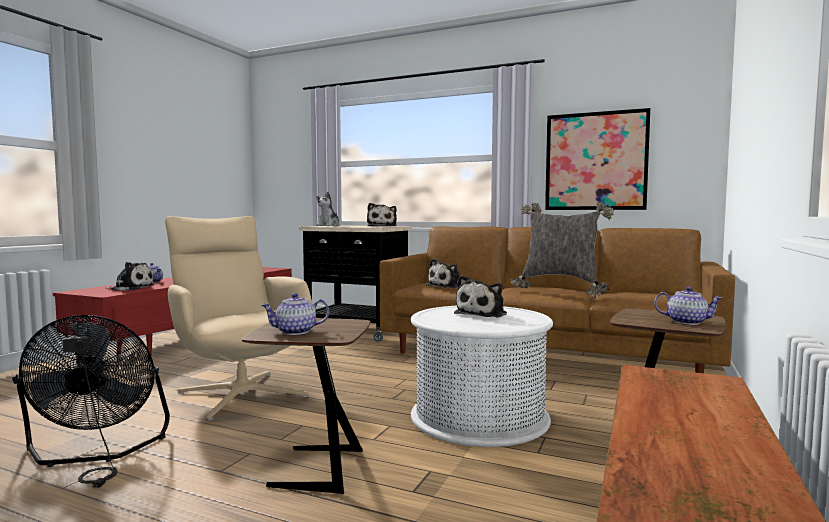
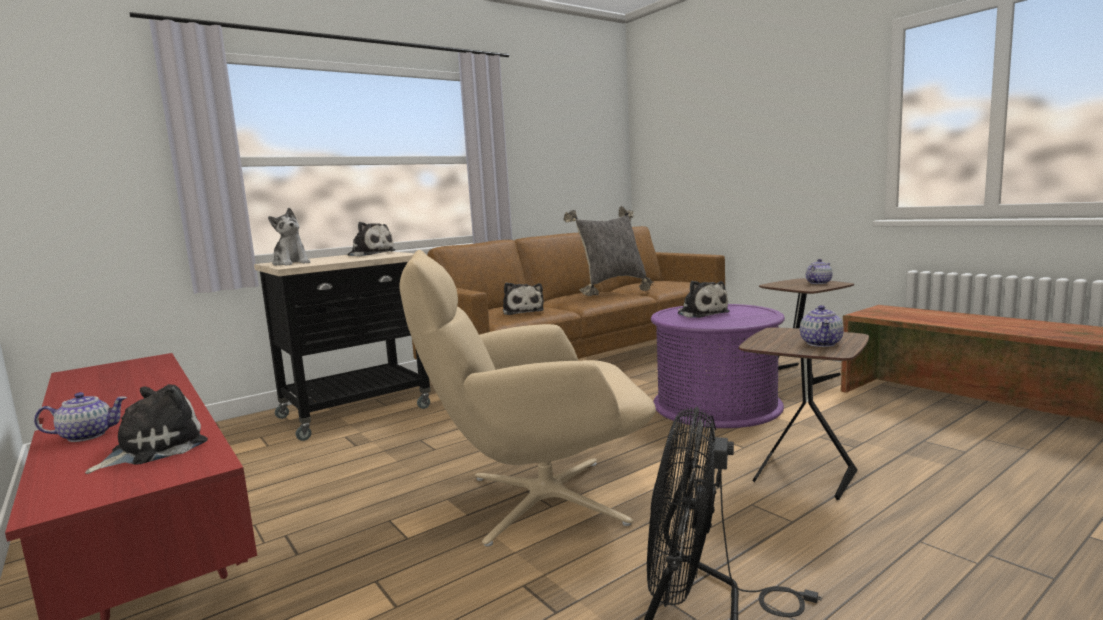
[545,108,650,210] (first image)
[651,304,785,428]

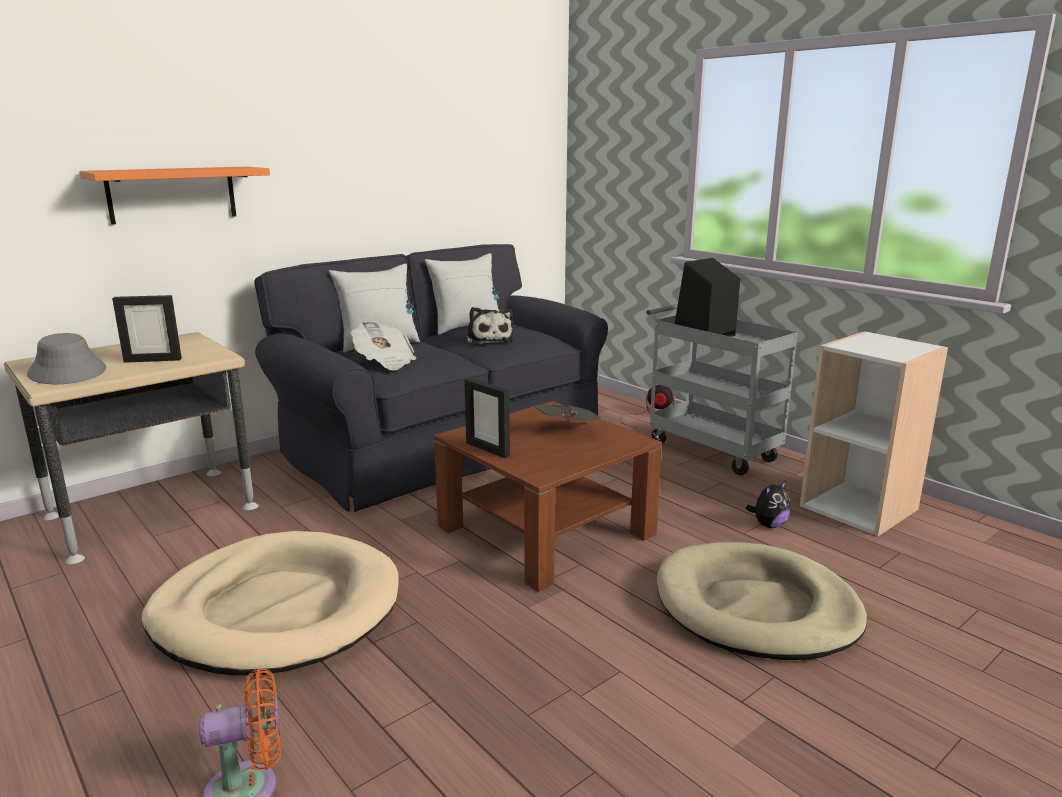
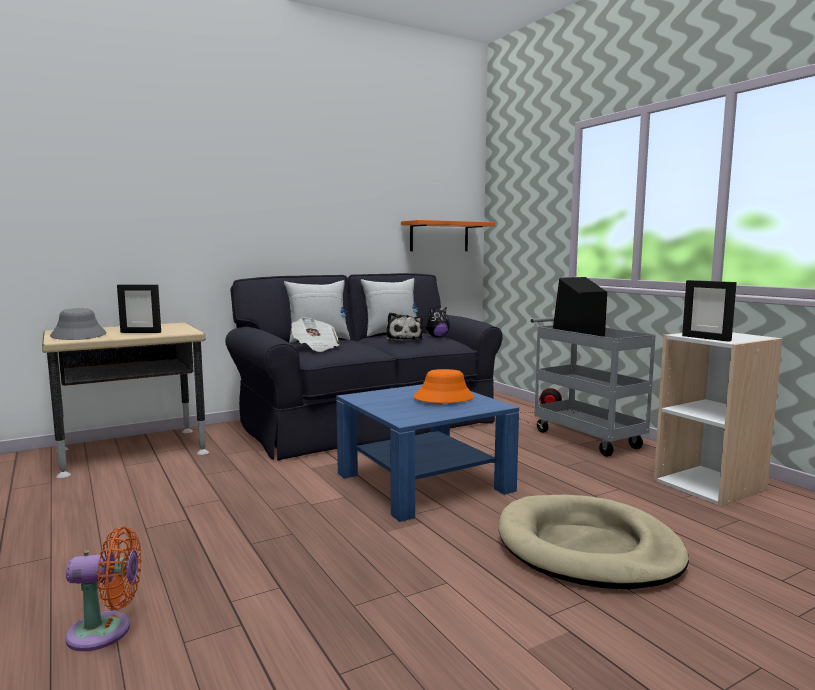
[142,531,399,675] (first image)
[401,220,495,251]
[682,280,737,342]
[426,307,450,337]
[413,369,474,403]
[336,384,519,522]

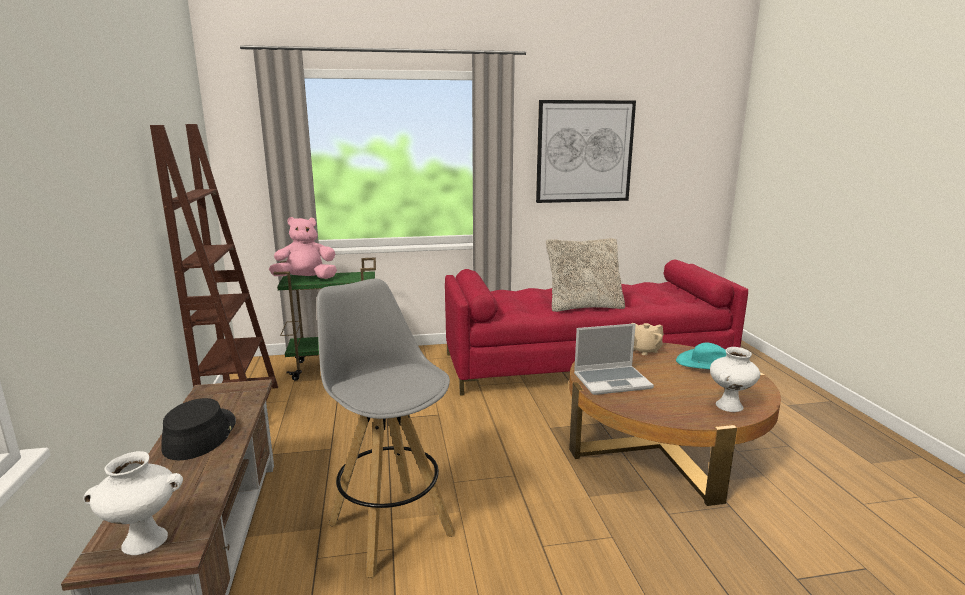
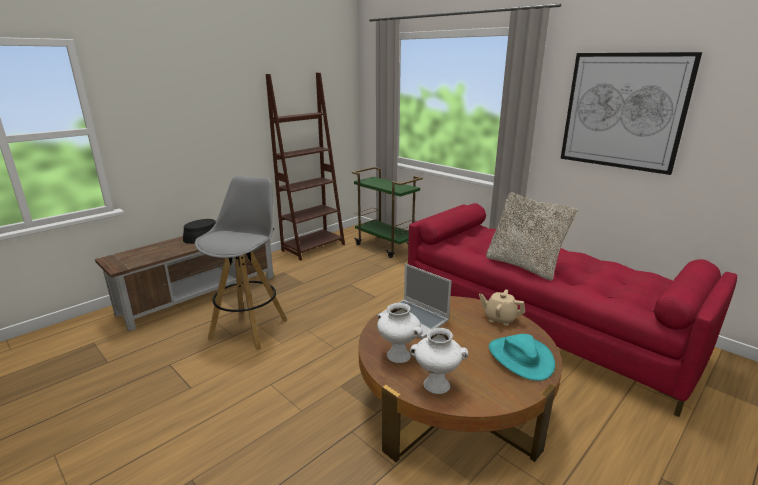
[269,217,337,279] (first image)
[377,303,423,363]

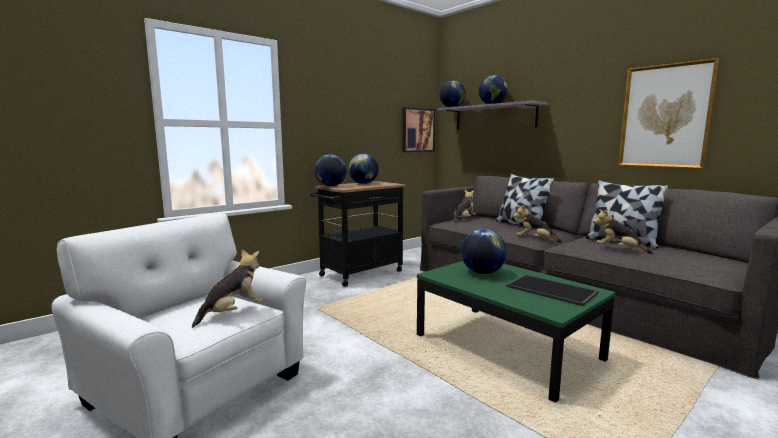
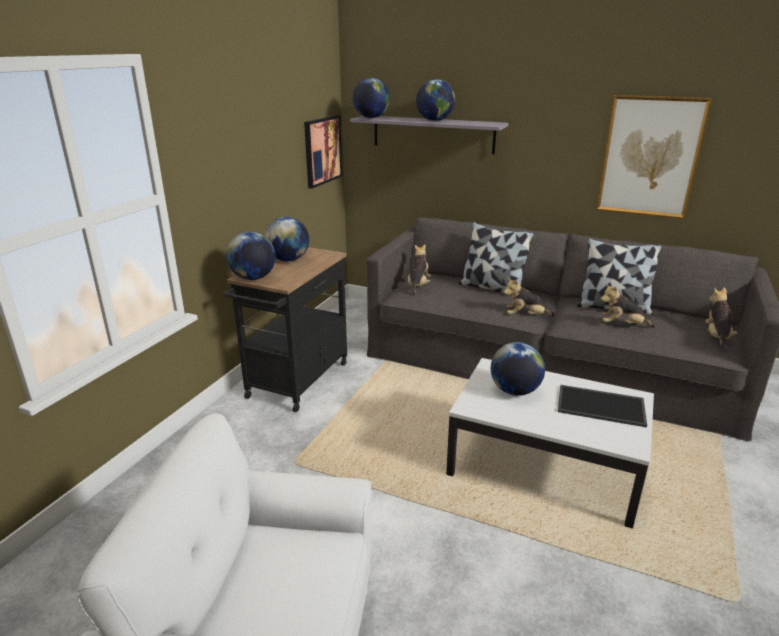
[706,287,737,353]
[446,358,654,529]

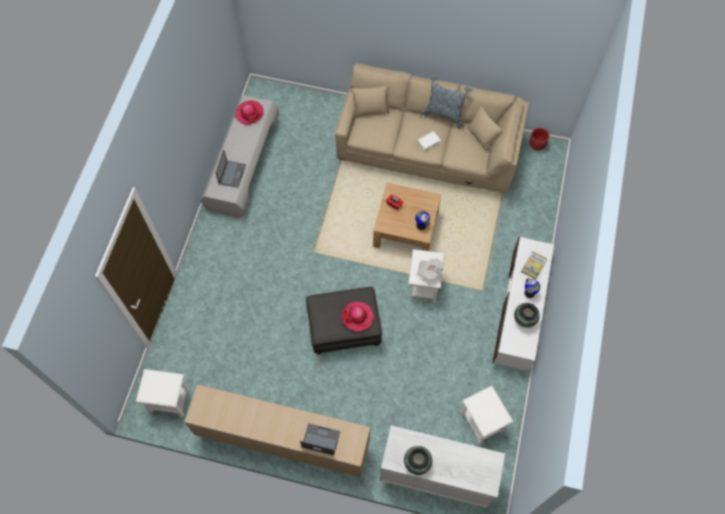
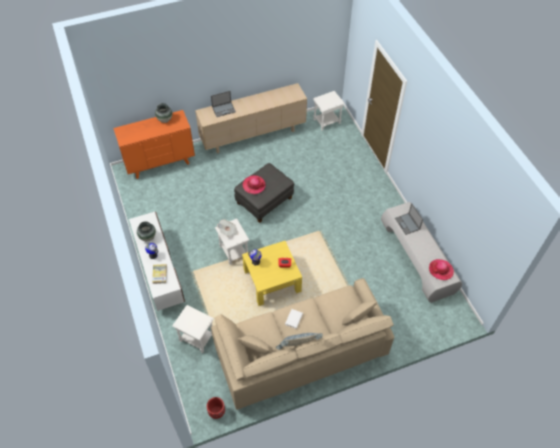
[172,305,214,353]
[242,241,302,306]
[113,110,195,179]

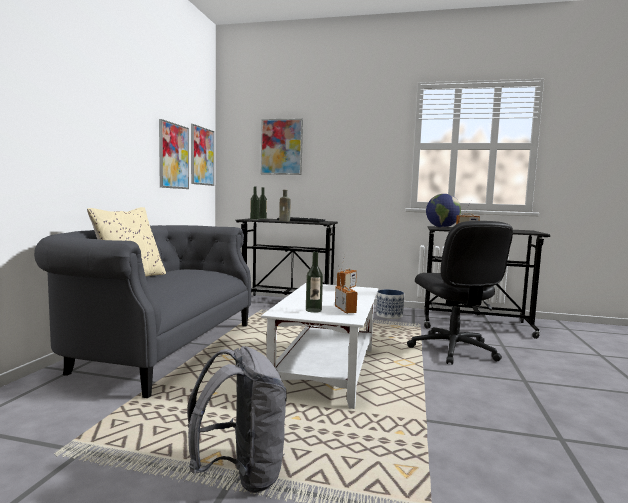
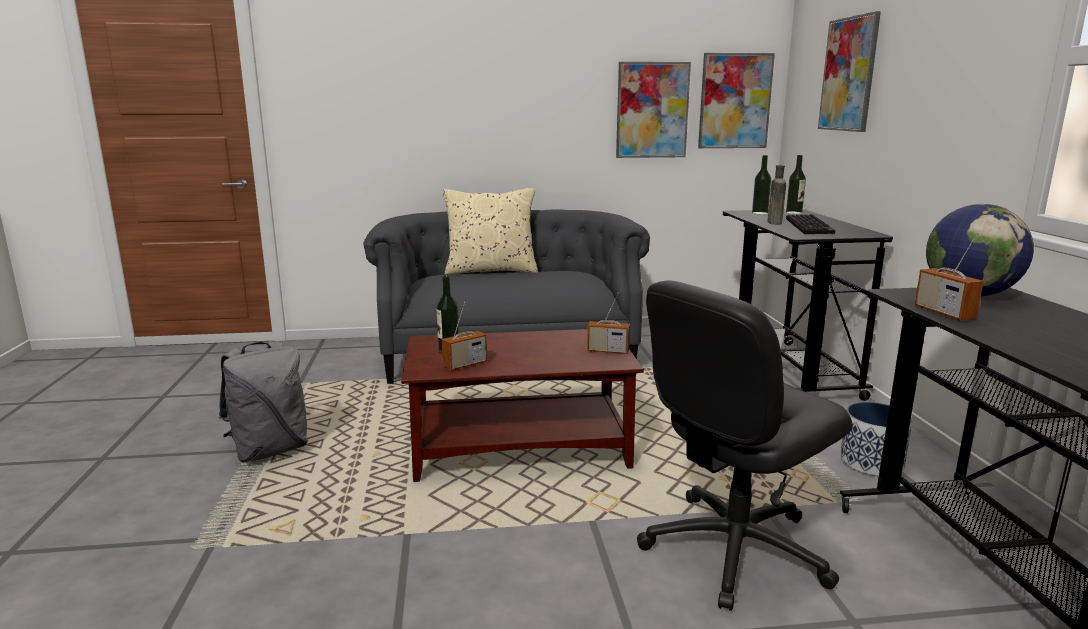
[401,329,644,482]

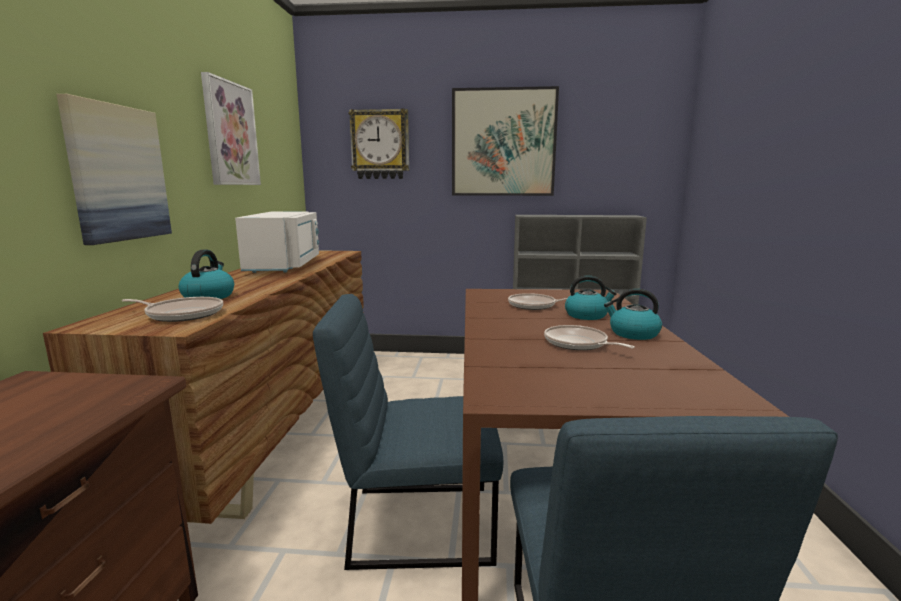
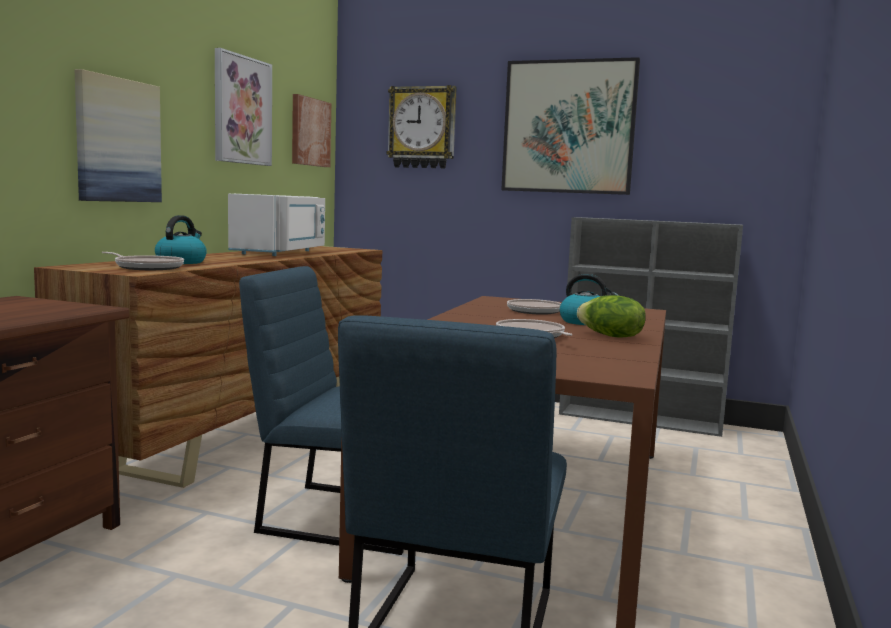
[292,94,331,167]
[577,295,646,338]

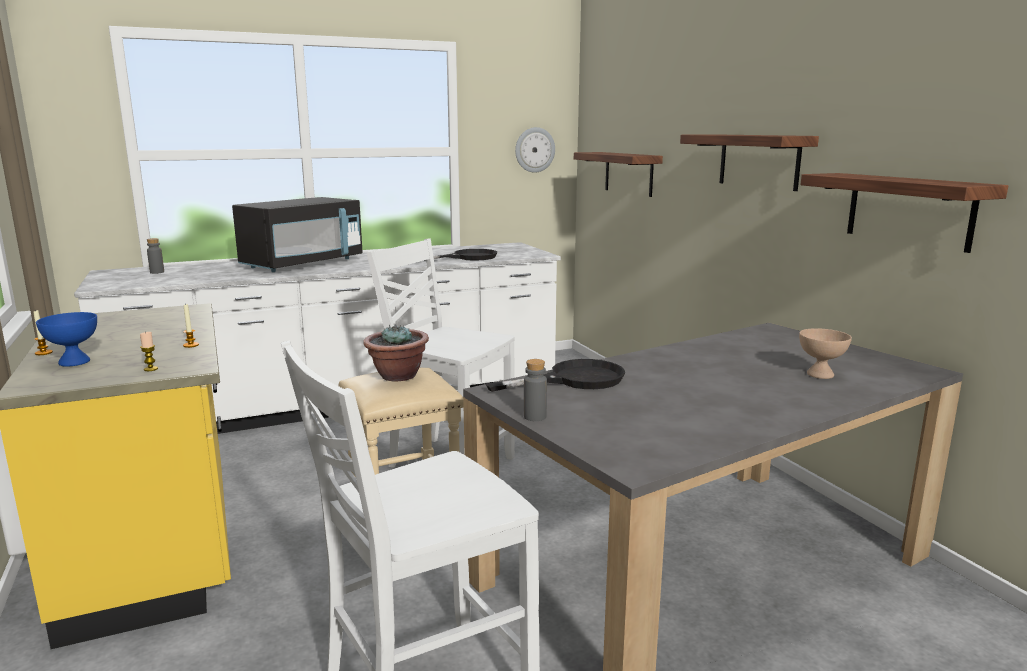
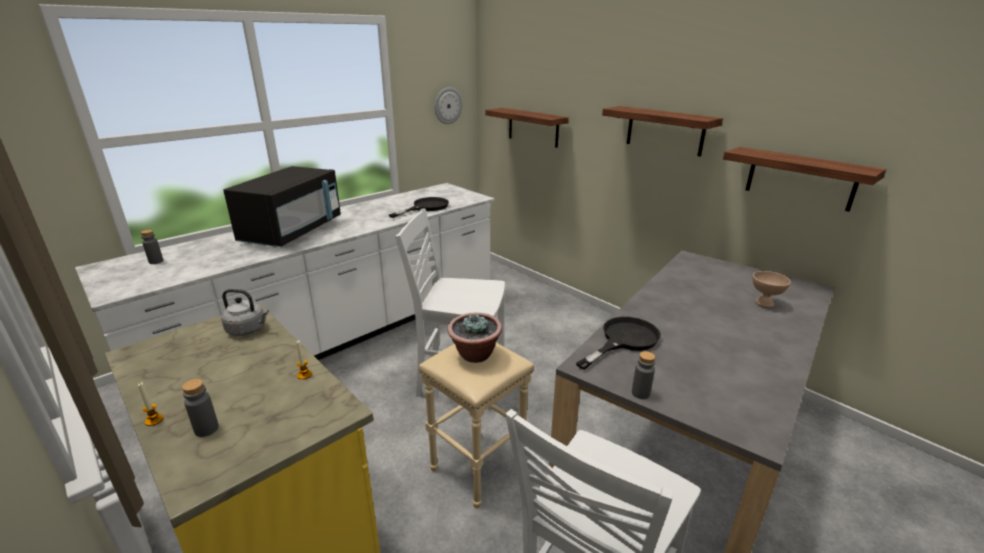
[140,332,158,371] (first image)
[221,289,269,336]
[182,379,219,437]

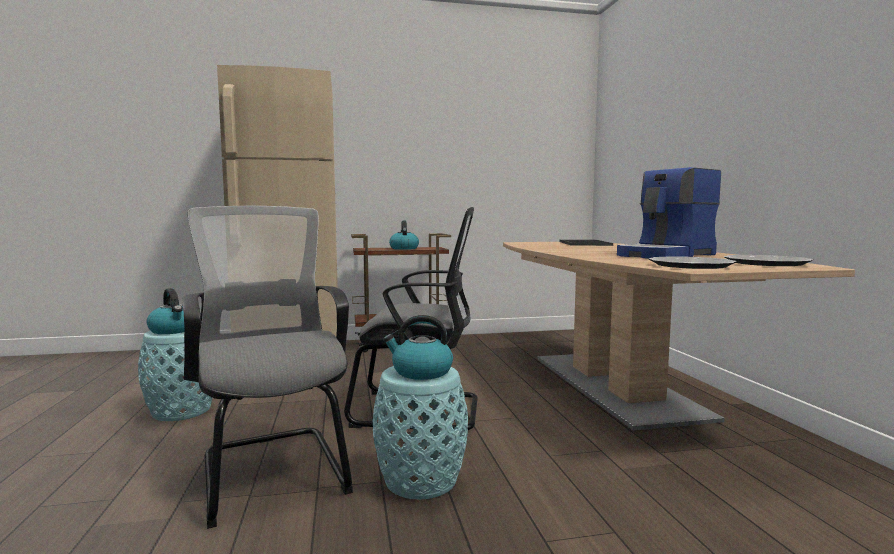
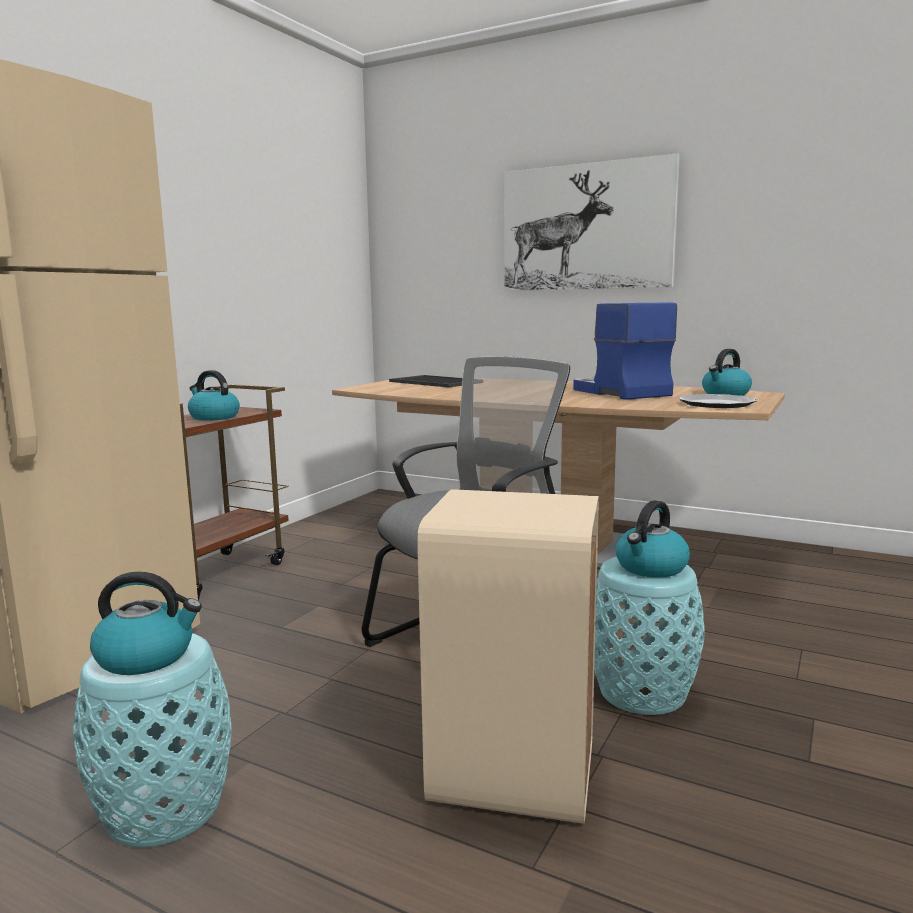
[504,154,680,291]
[417,489,599,824]
[702,349,752,396]
[573,303,677,400]

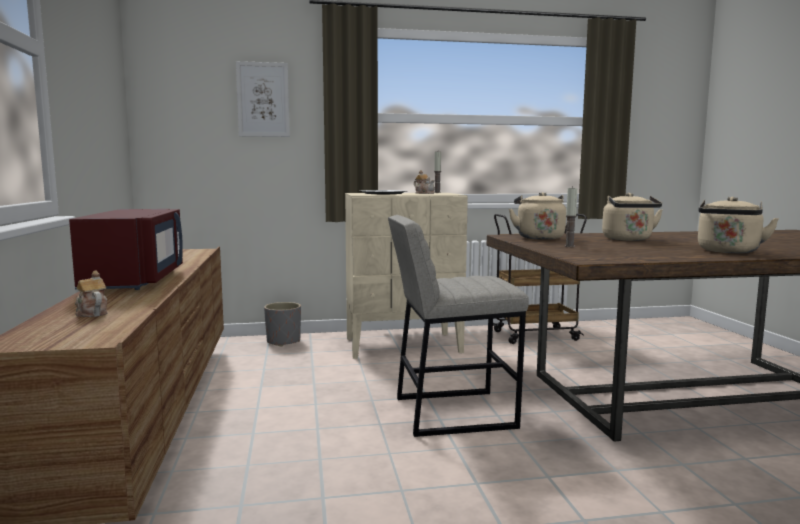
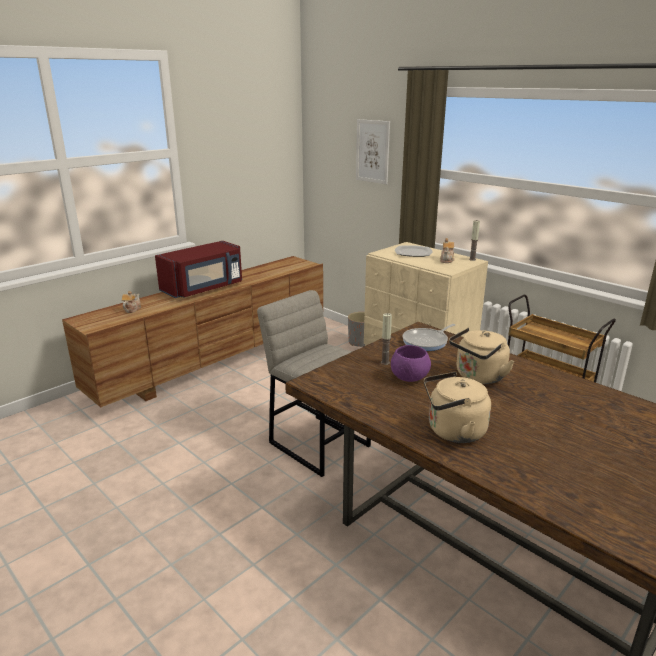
[391,345,431,382]
[402,324,455,351]

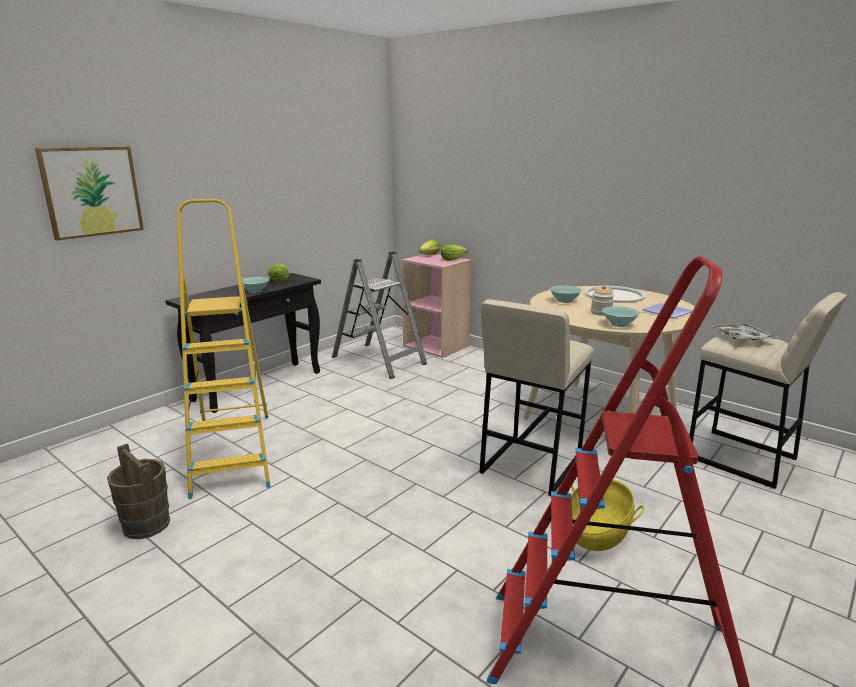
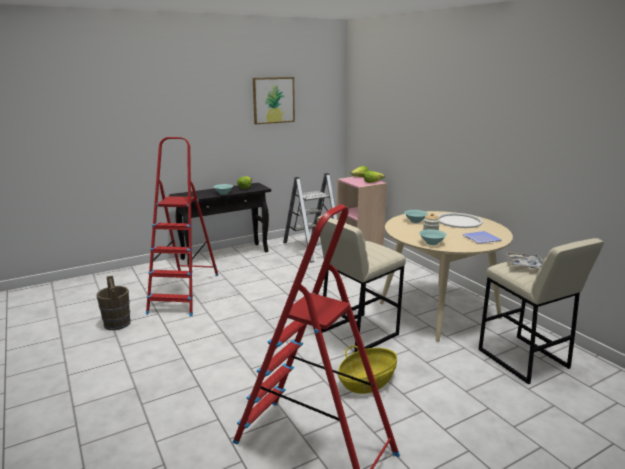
[253,77,295,125]
[146,137,218,317]

